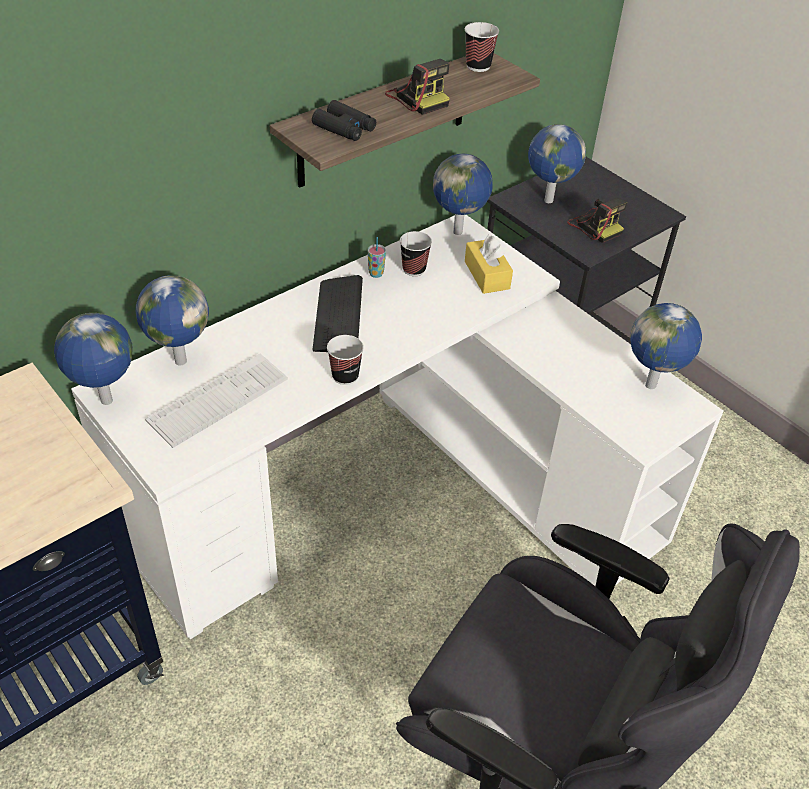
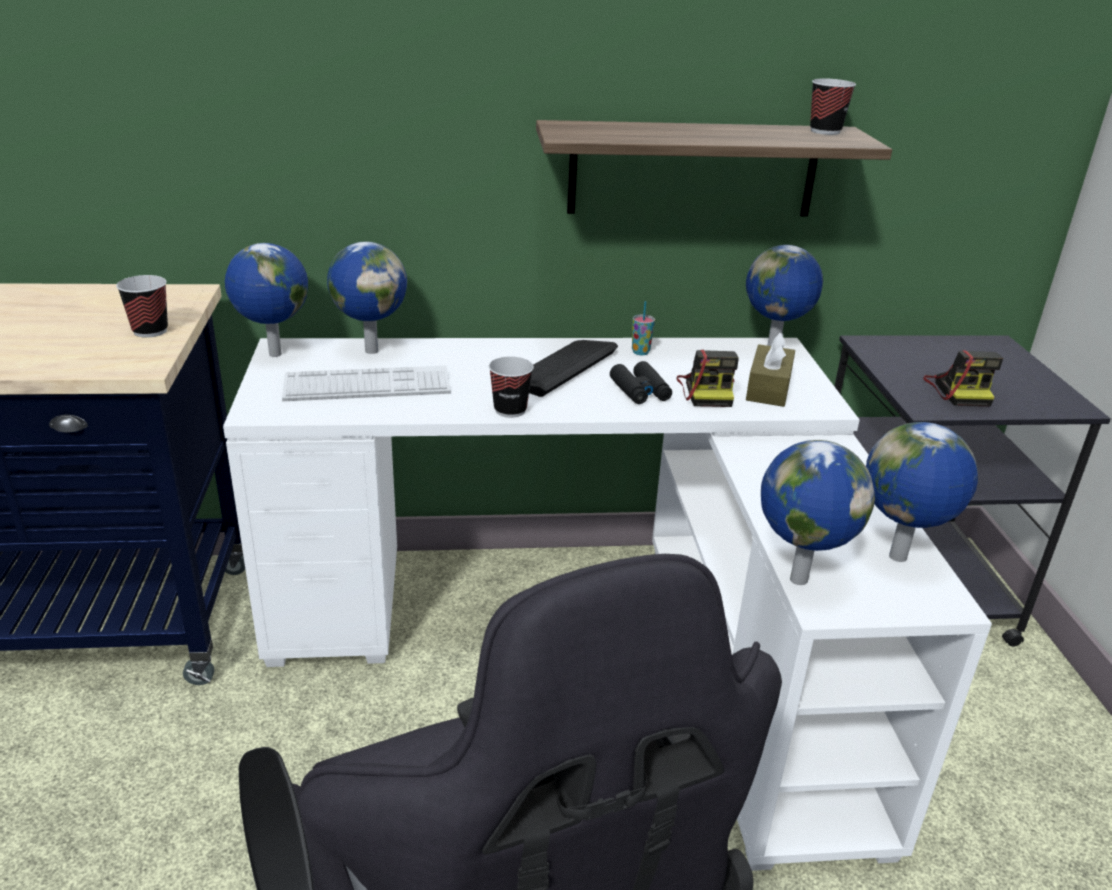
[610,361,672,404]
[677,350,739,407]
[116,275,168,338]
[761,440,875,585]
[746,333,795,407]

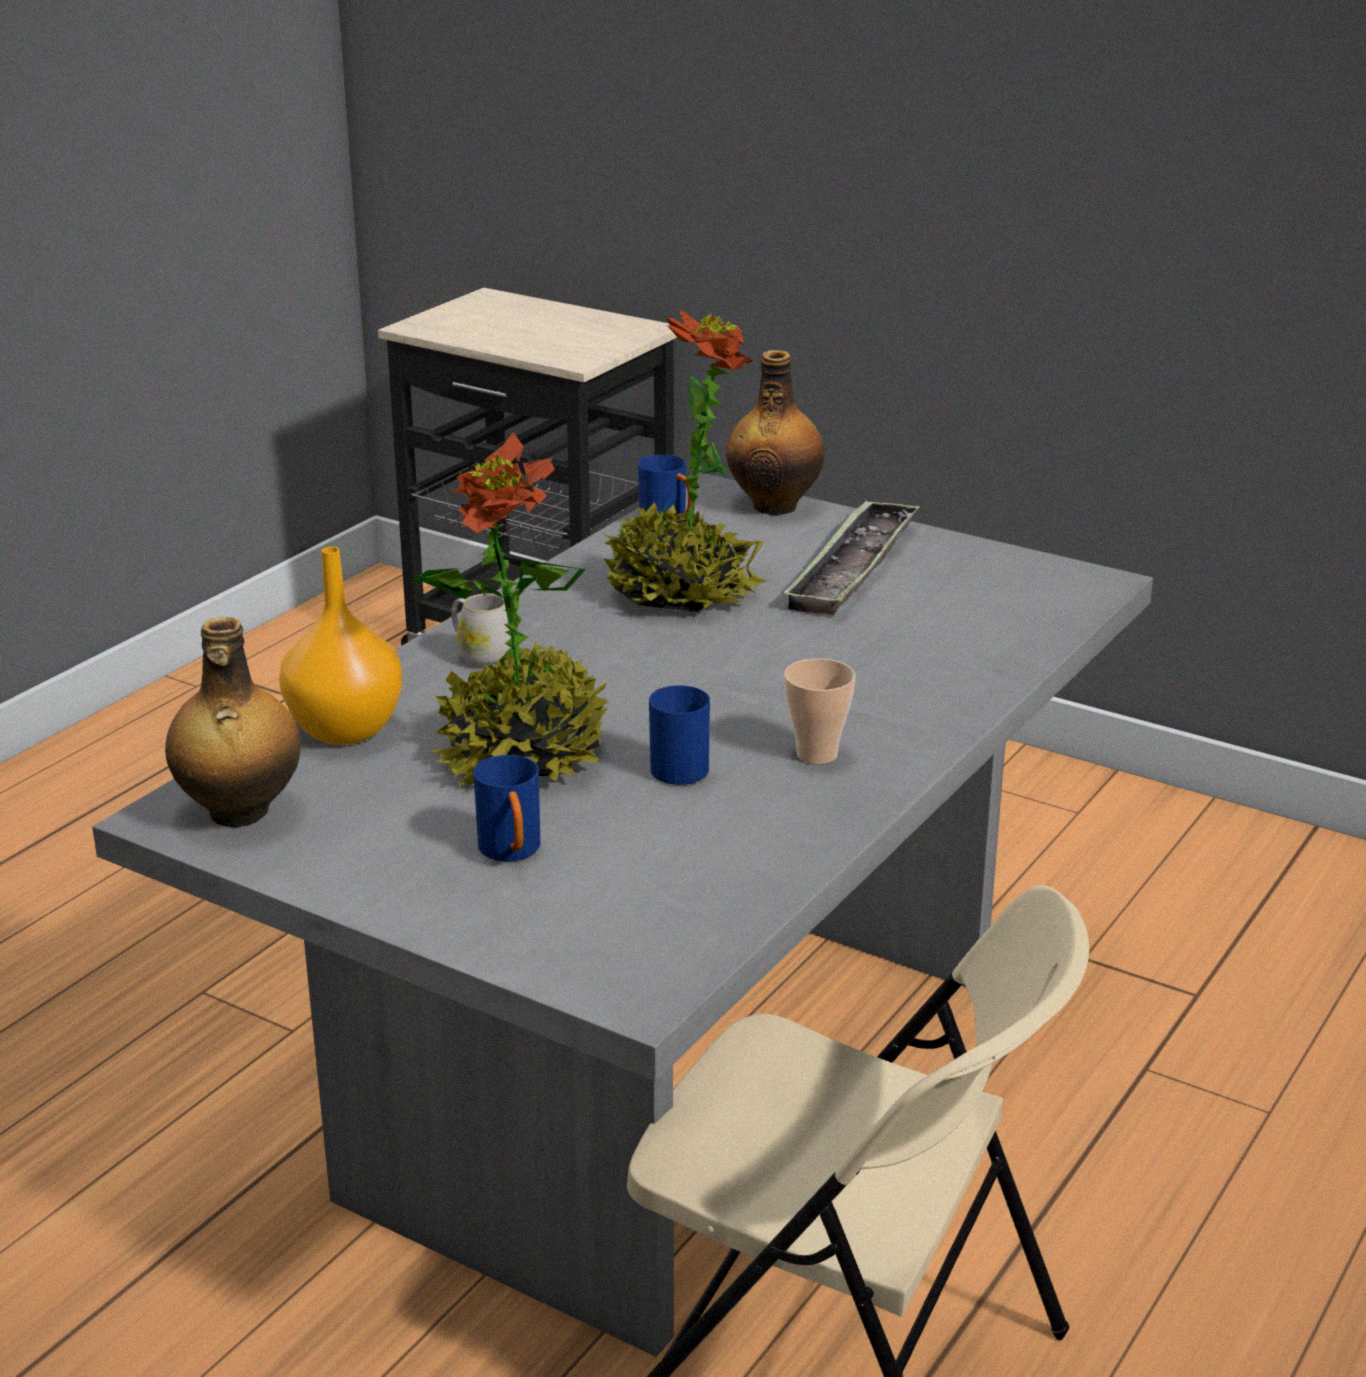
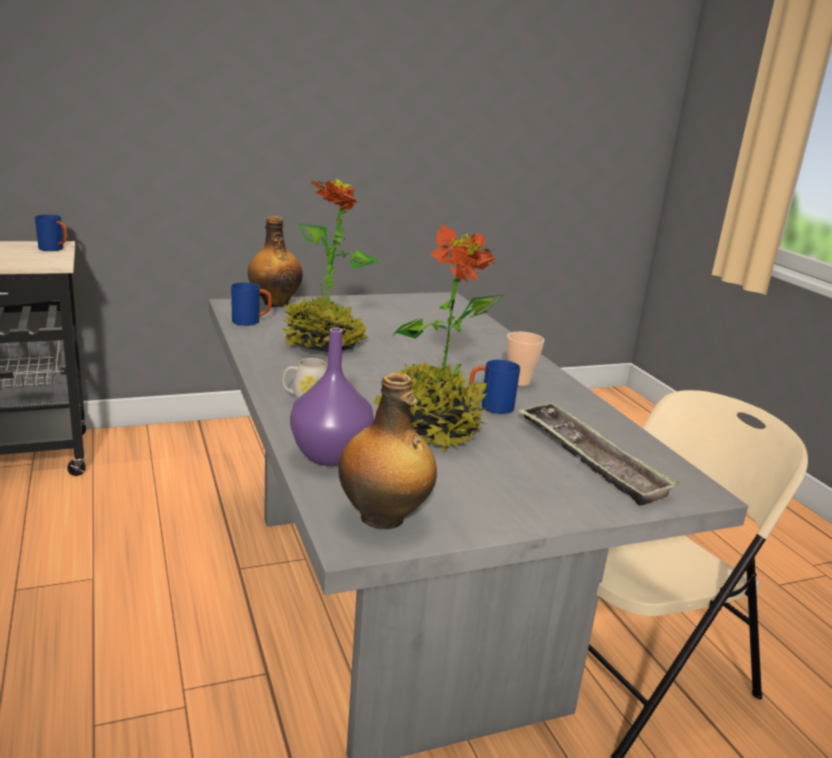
[35,215,67,251]
[518,402,680,506]
[290,328,374,466]

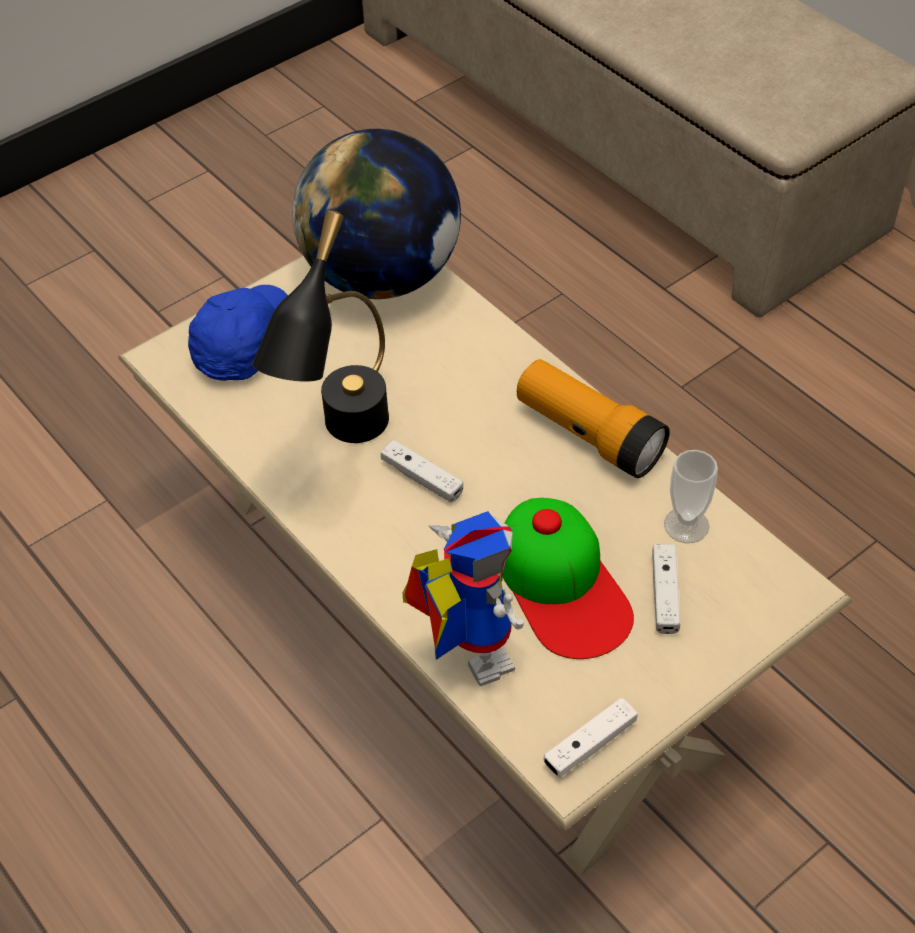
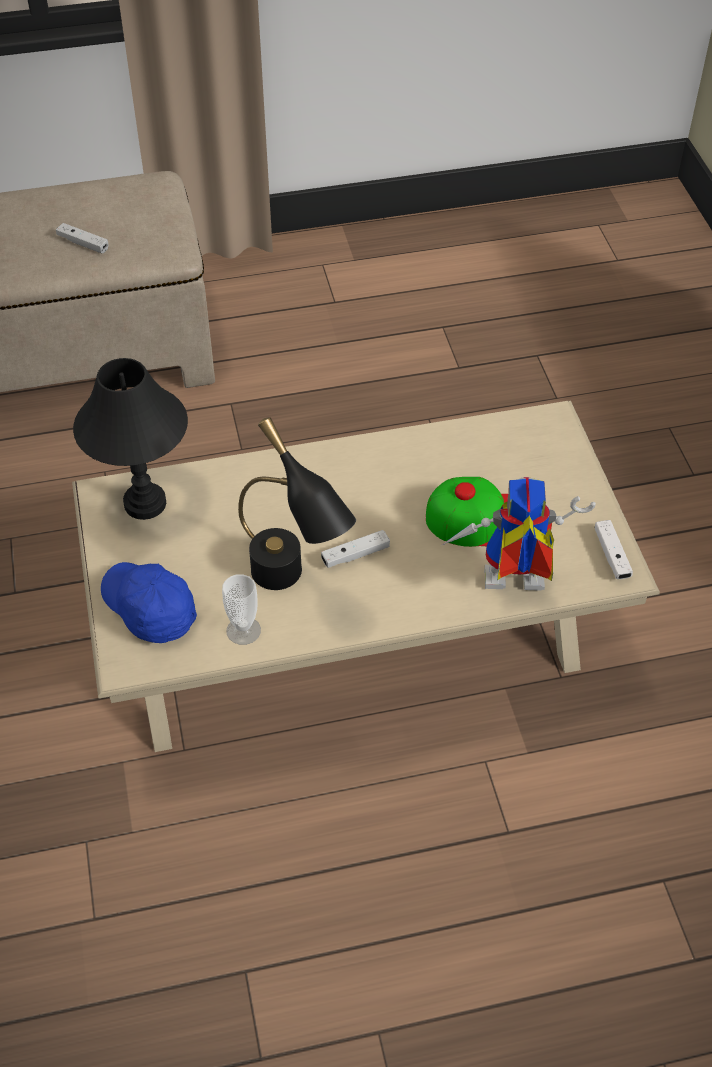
[517,359,670,478] (first image)
[56,223,109,253]
[222,574,261,645]
[73,358,188,520]

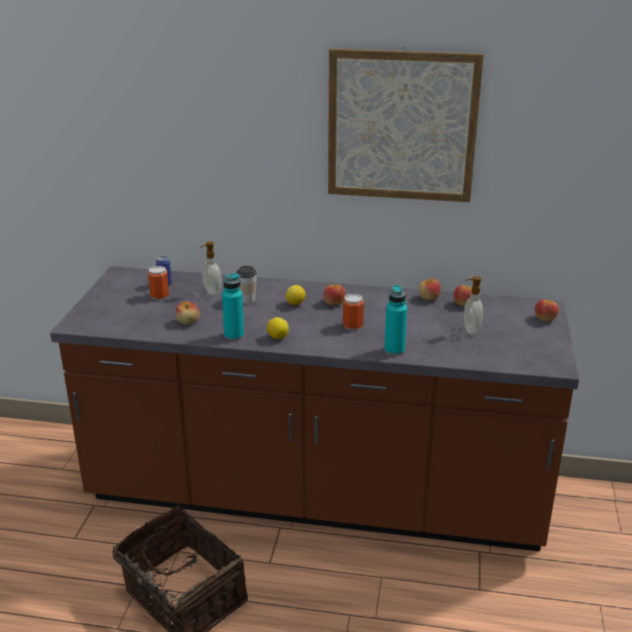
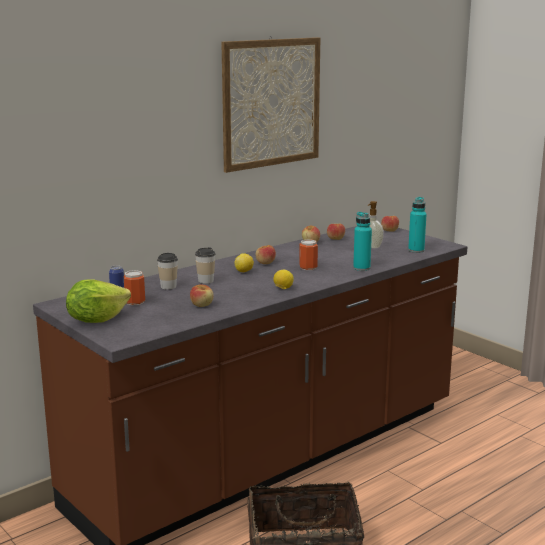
[66,279,131,323]
[408,197,427,253]
[157,253,178,290]

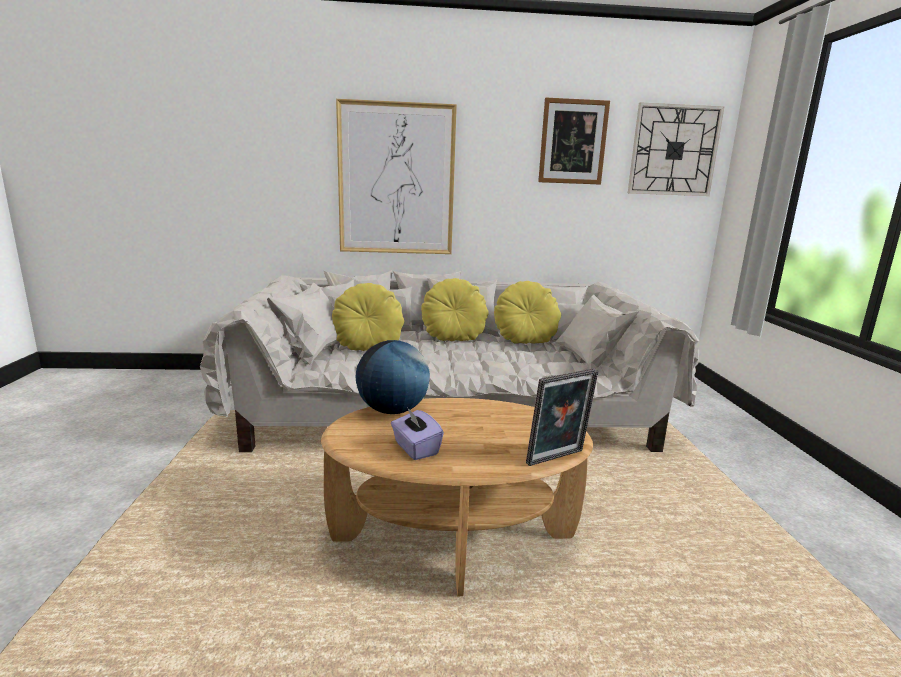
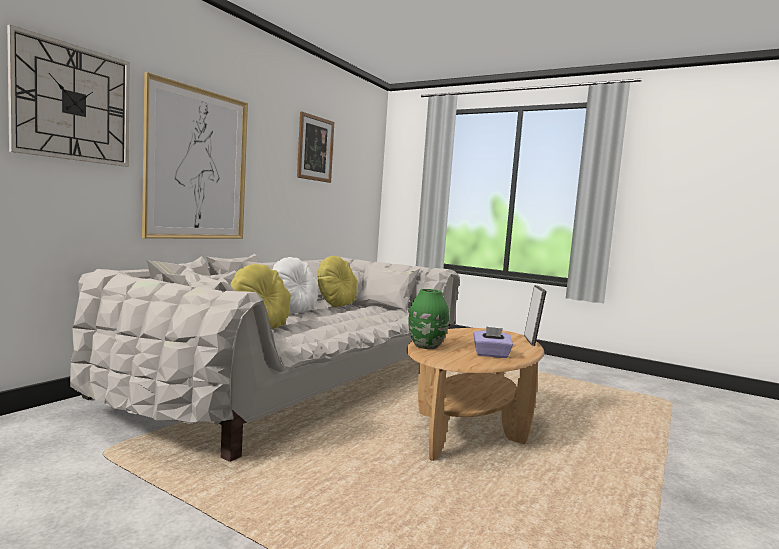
[7,24,130,167]
[408,289,449,349]
[272,257,318,314]

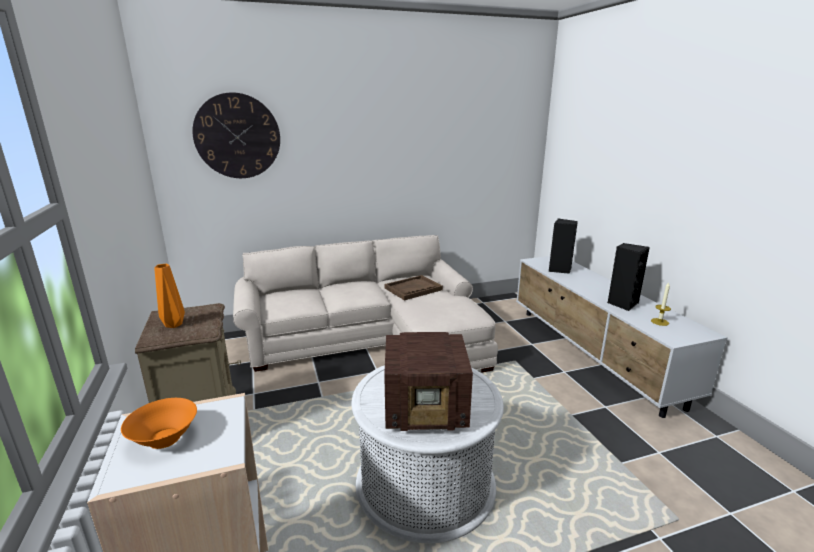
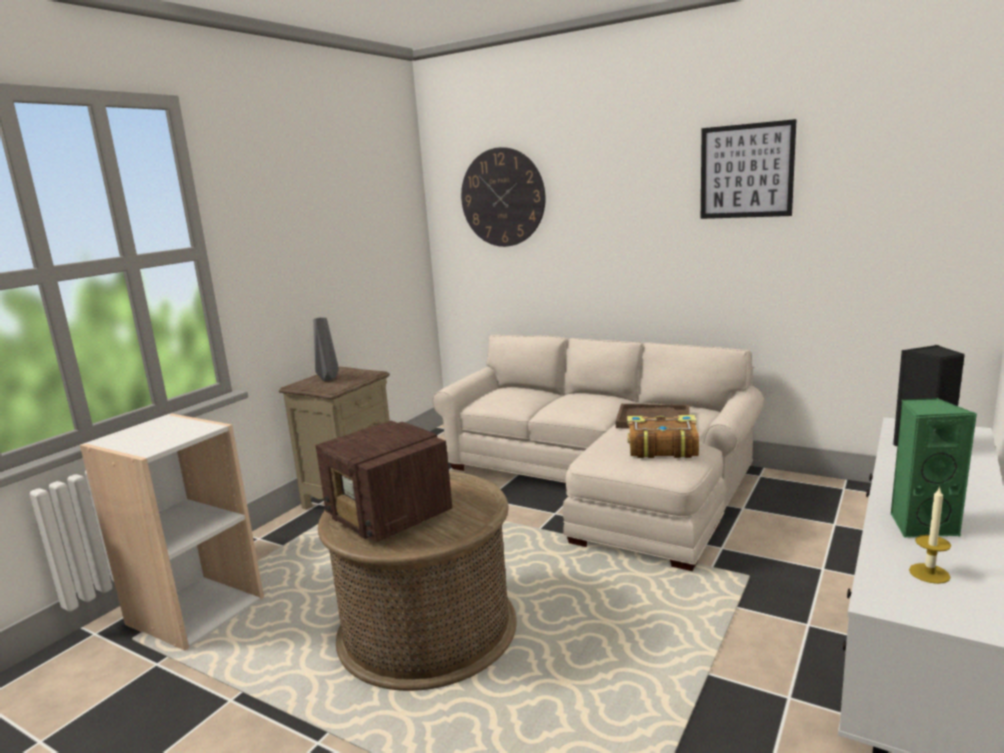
[121,398,197,449] (first image)
[627,415,699,458]
[701,119,797,219]
[313,317,339,381]
[318,472,517,691]
[891,398,977,538]

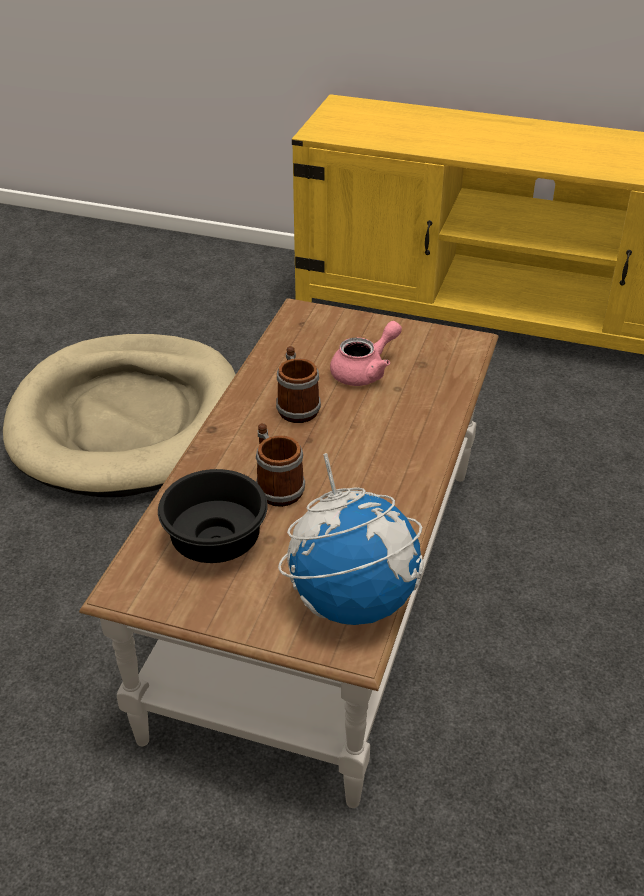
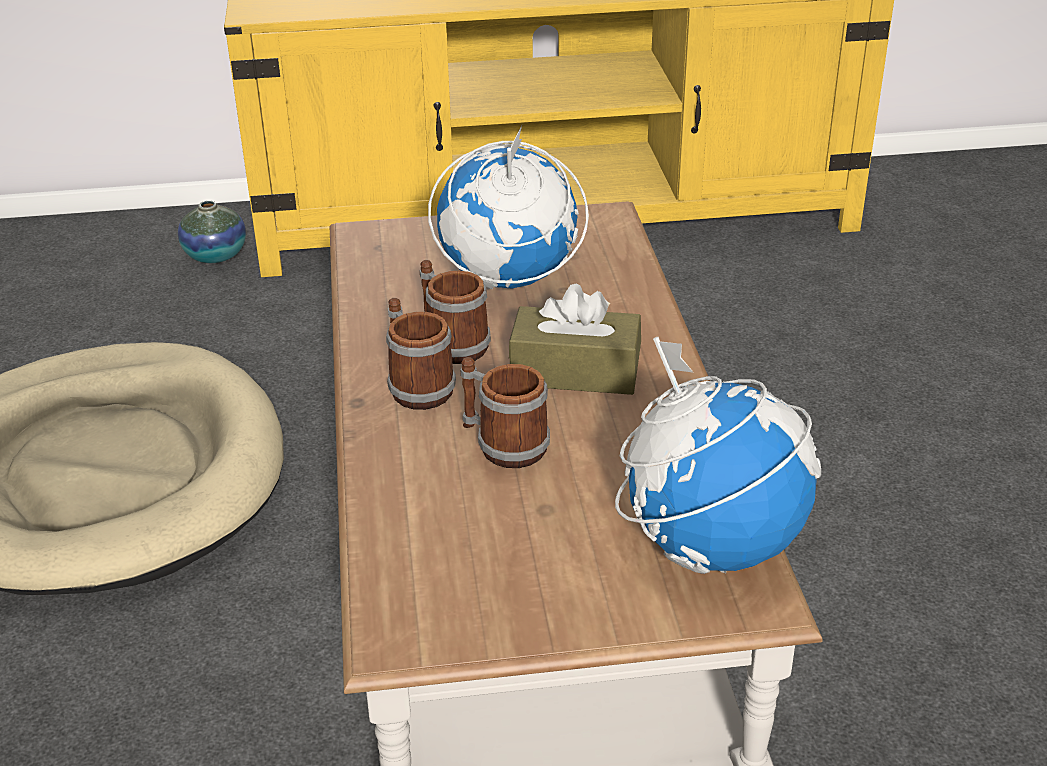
[158,469,268,563] (first image)
[178,201,246,263]
[386,298,456,410]
[509,284,641,395]
[428,125,589,289]

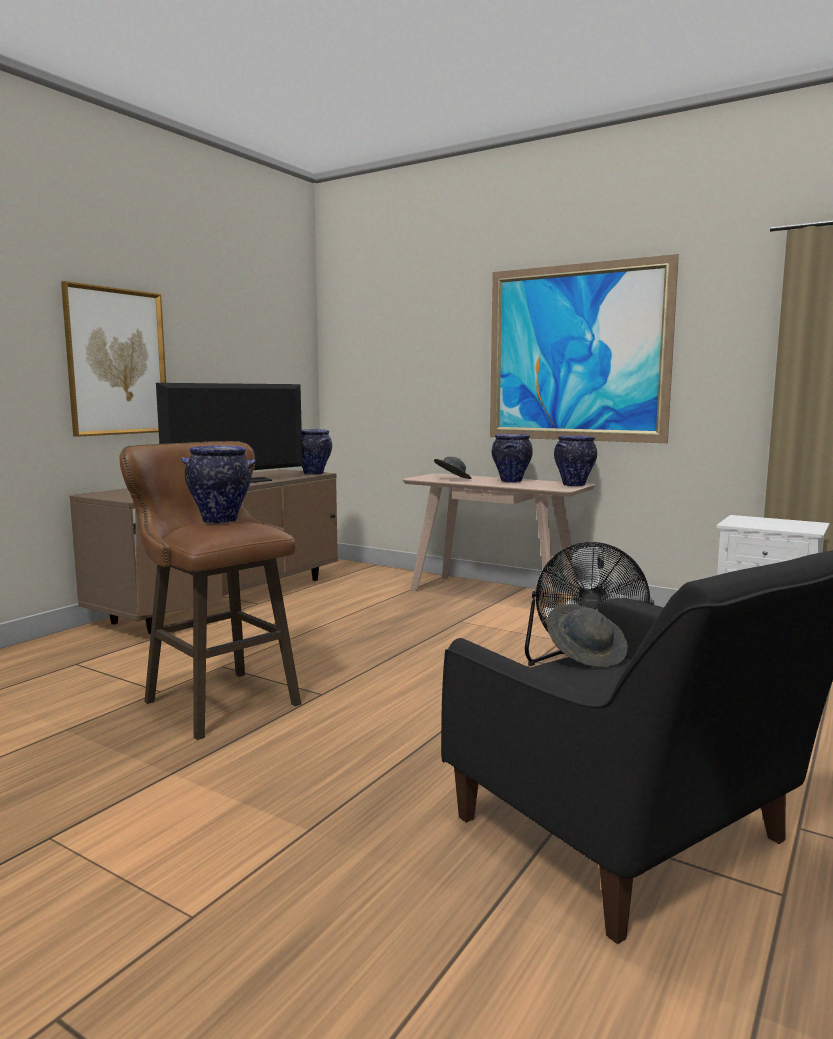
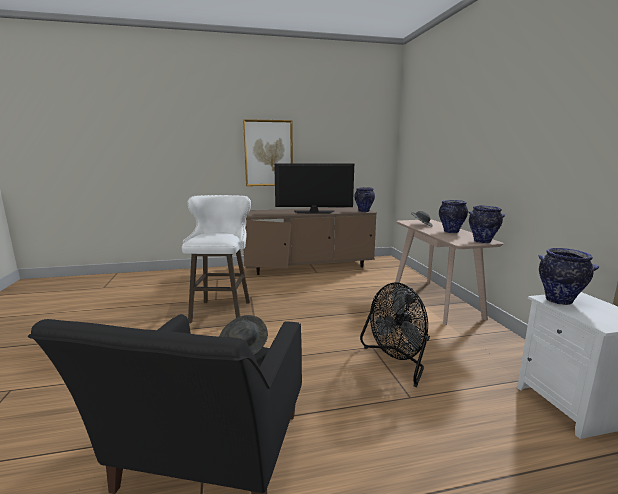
[490,254,679,443] (first image)
[538,248,599,305]
[182,195,251,323]

